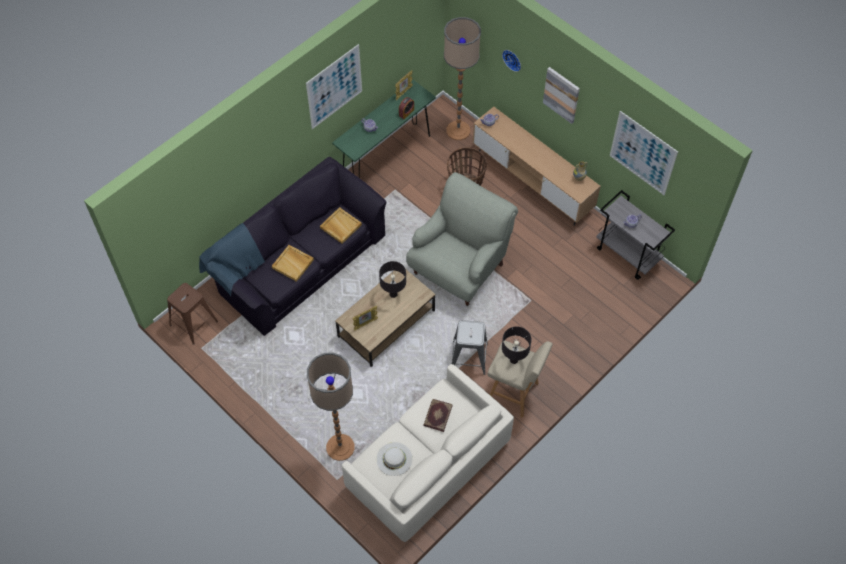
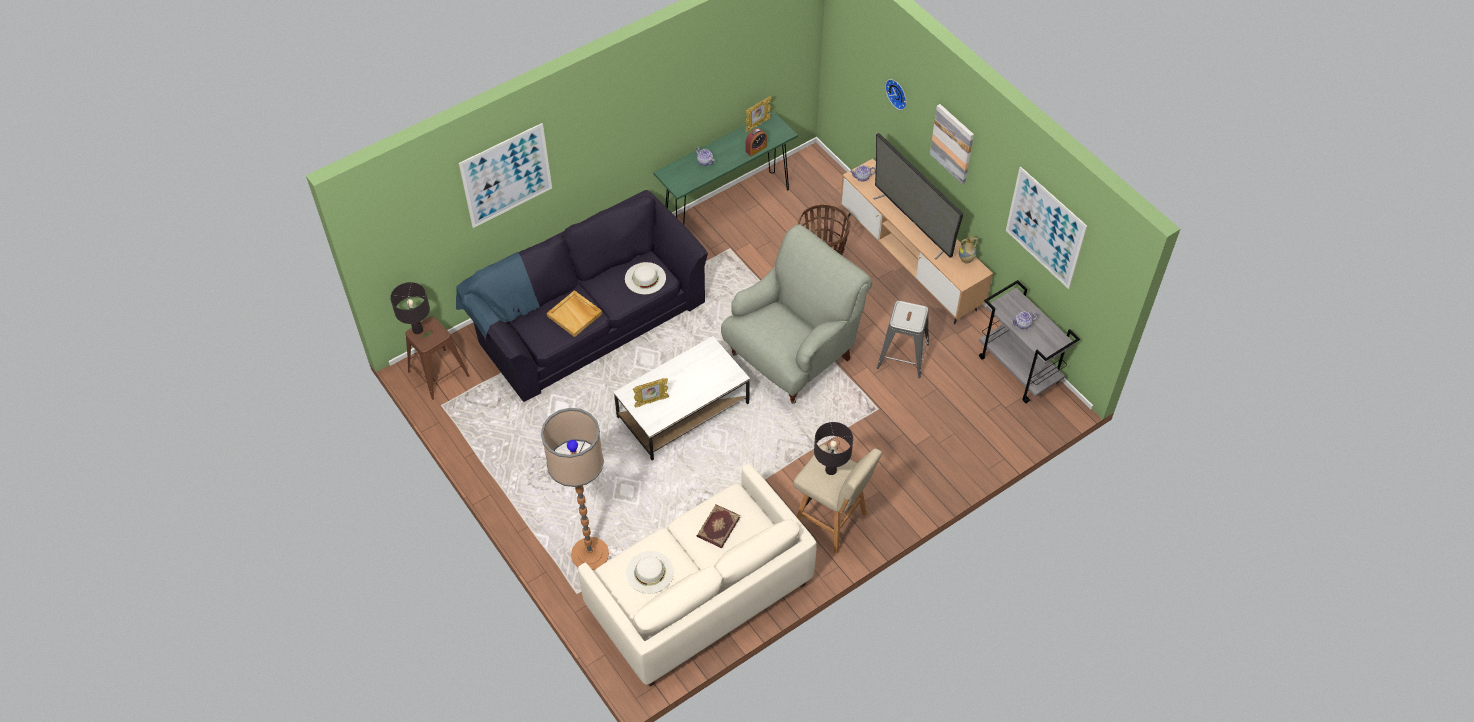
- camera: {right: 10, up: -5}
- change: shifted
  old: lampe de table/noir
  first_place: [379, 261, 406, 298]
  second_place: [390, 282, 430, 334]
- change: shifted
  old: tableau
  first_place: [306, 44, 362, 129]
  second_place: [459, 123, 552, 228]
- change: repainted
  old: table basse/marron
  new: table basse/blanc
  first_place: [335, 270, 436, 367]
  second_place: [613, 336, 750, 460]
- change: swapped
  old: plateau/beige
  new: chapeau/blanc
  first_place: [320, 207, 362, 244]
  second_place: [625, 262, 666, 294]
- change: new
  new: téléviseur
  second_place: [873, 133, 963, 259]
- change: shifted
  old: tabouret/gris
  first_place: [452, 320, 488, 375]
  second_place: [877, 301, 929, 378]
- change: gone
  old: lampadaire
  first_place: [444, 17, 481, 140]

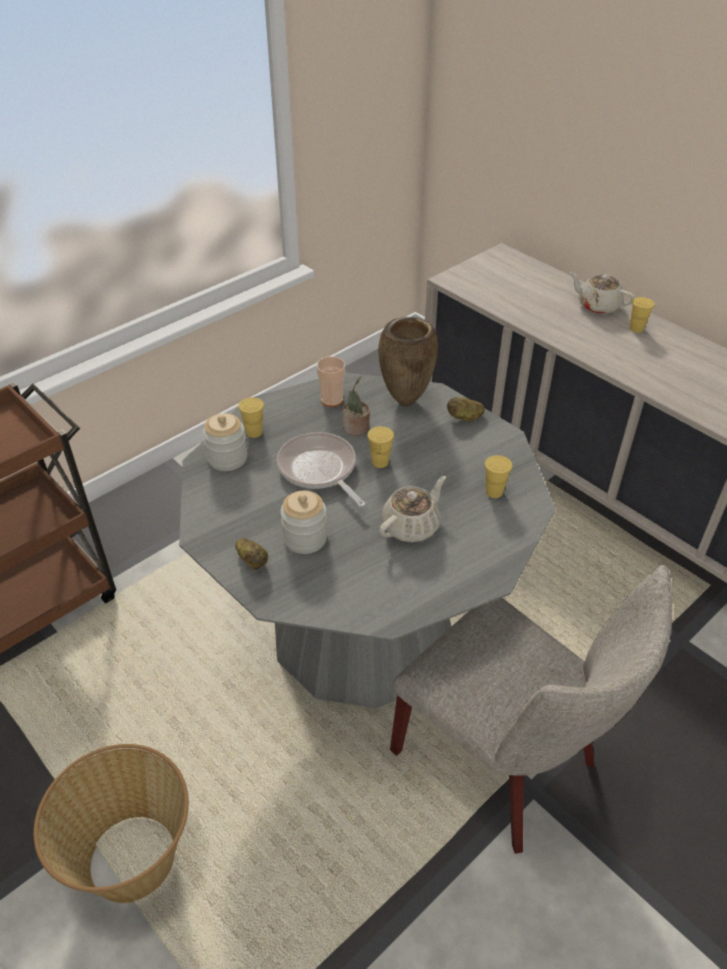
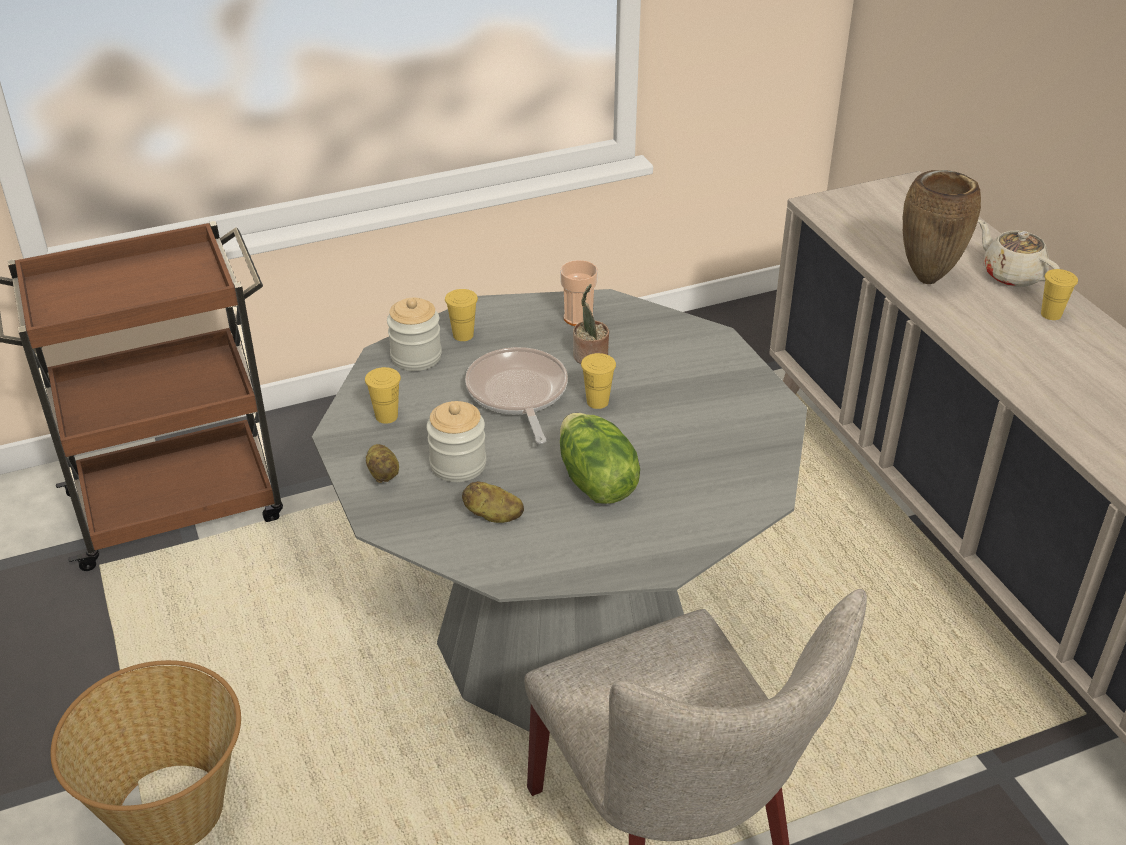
- camera: {right: 20, up: -5}
- change: shifted
  old: tasse/jaune
  first_place: [485, 455, 513, 498]
  second_place: [365, 367, 401, 424]
- change: shifted
  old: pomme de terre
  first_place: [447, 397, 485, 421]
  second_place: [462, 481, 524, 523]
- change: swapped
  old: théière/beige
  new: laitue
  first_place: [379, 476, 446, 542]
  second_place: [560, 413, 640, 504]
- change: shifted
  old: vase/marron
  first_place: [378, 317, 438, 406]
  second_place: [903, 170, 981, 284]

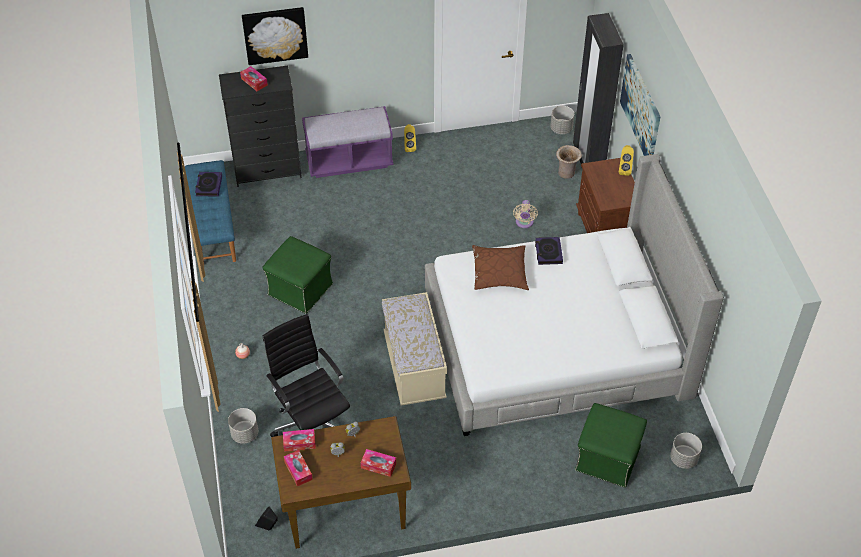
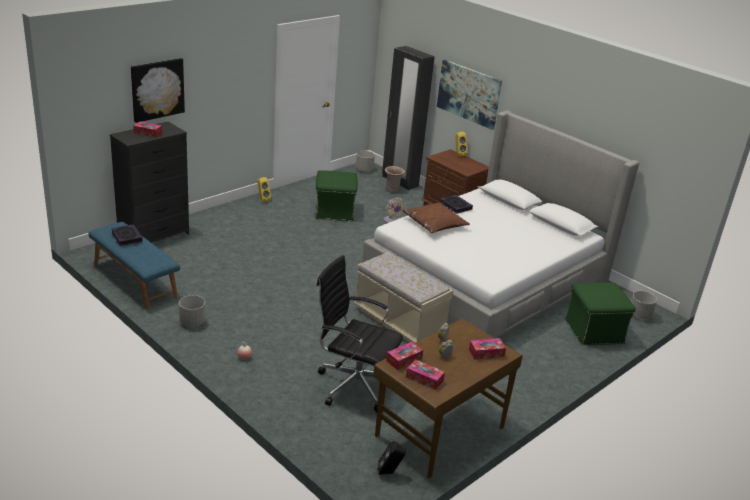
- camera: {right: -35, up: -20}
- change: shifted
  old: cache-pot/gris
  first_place: [228, 408, 258, 444]
  second_place: [179, 295, 206, 327]
- change: shifted
  old: pouf/vert
  first_place: [262, 236, 333, 314]
  second_place: [315, 170, 358, 222]
- change: gone
  old: banc/violet
  first_place: [302, 106, 394, 178]

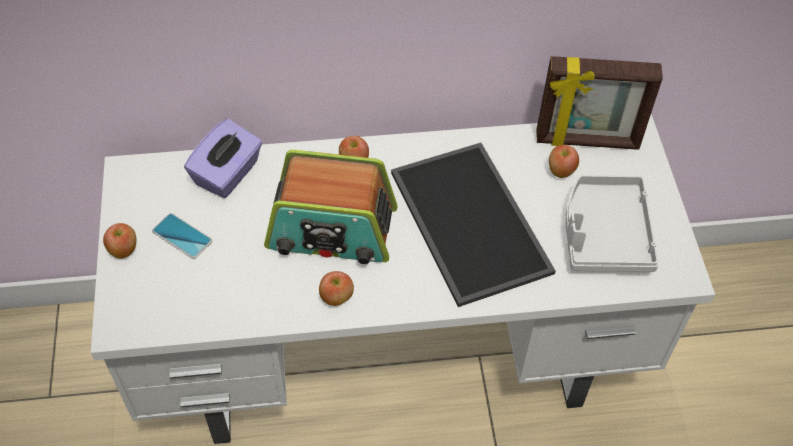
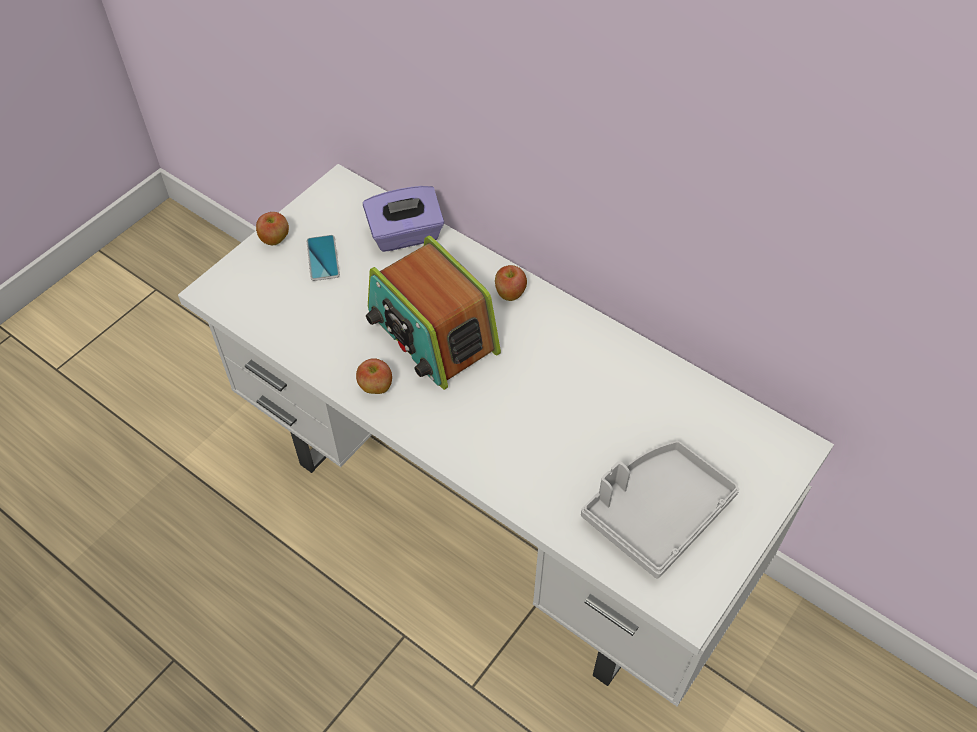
- camera: {right: 45, up: 0}
- change: gone
  old: plateau
  first_place: [391, 143, 555, 307]
- change: gone
  old: cadre photo
  first_place: [537, 56, 663, 150]
- change: gone
  old: pomme
  first_place: [549, 145, 579, 178]

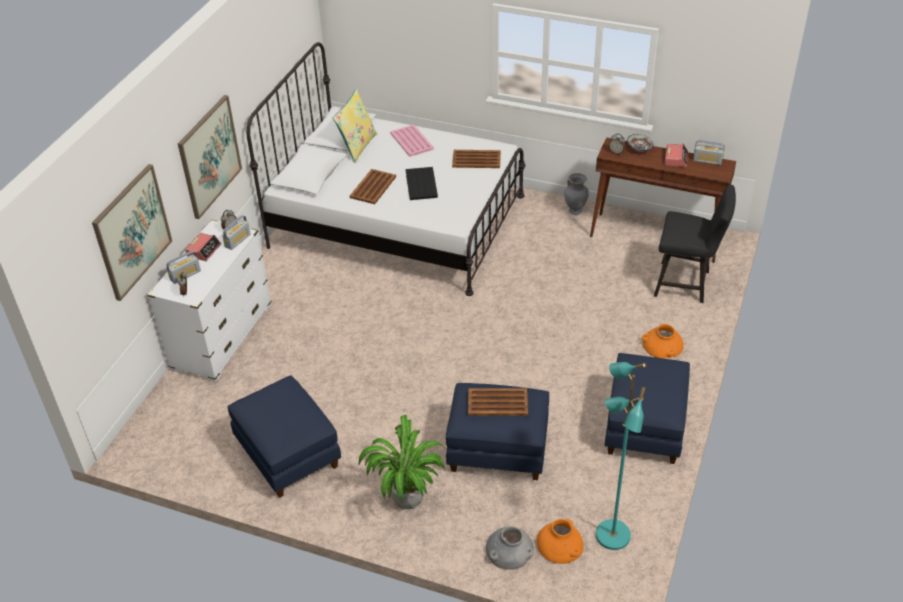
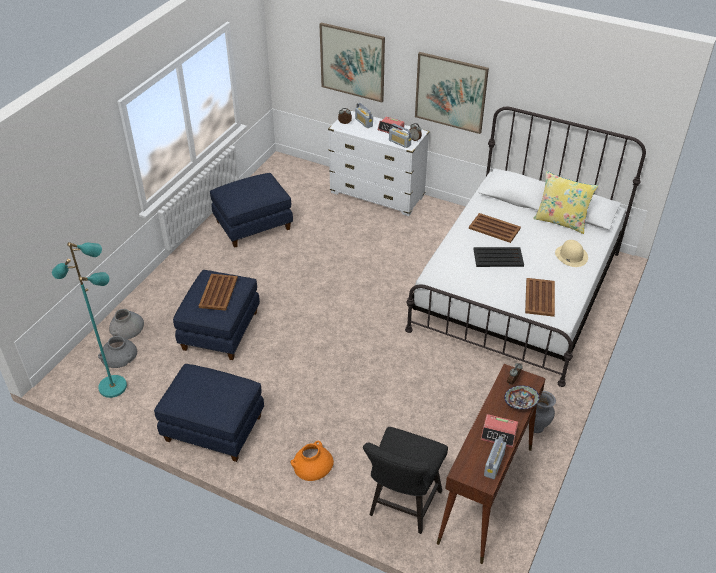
- camera: {right: 95, up: 0}
- change: repainted
  old: vase/orange
  new: vase/gris
  first_place: [537, 519, 584, 564]
  second_place: [98, 336, 137, 368]
- change: swapped
  old: plateau/rose
  new: chapeau/beige
  first_place: [390, 124, 434, 157]
  second_place: [555, 240, 588, 267]
- change: gone
  old: plante en pot
  first_place: [358, 415, 446, 509]

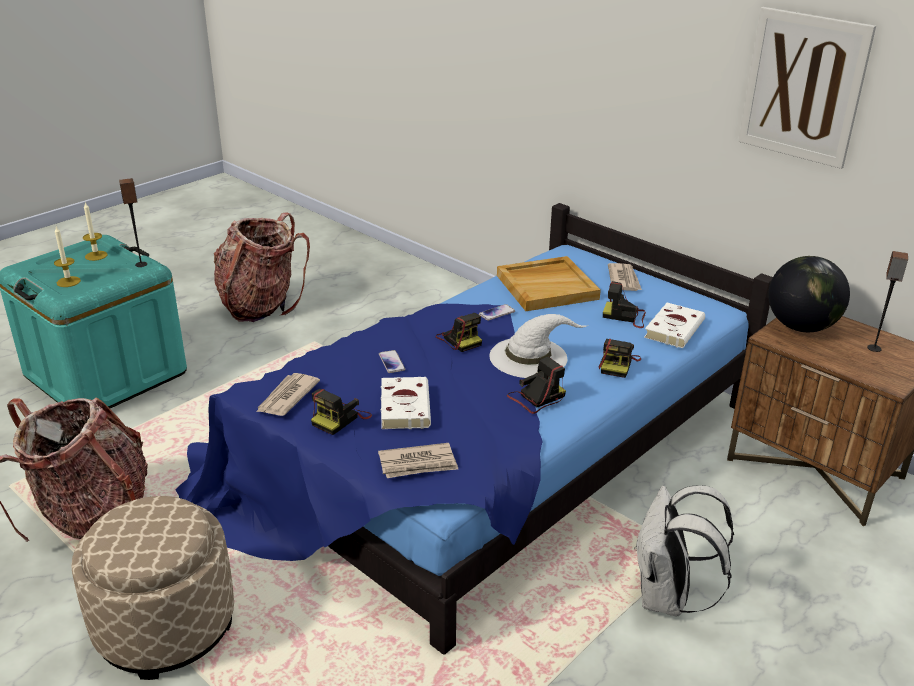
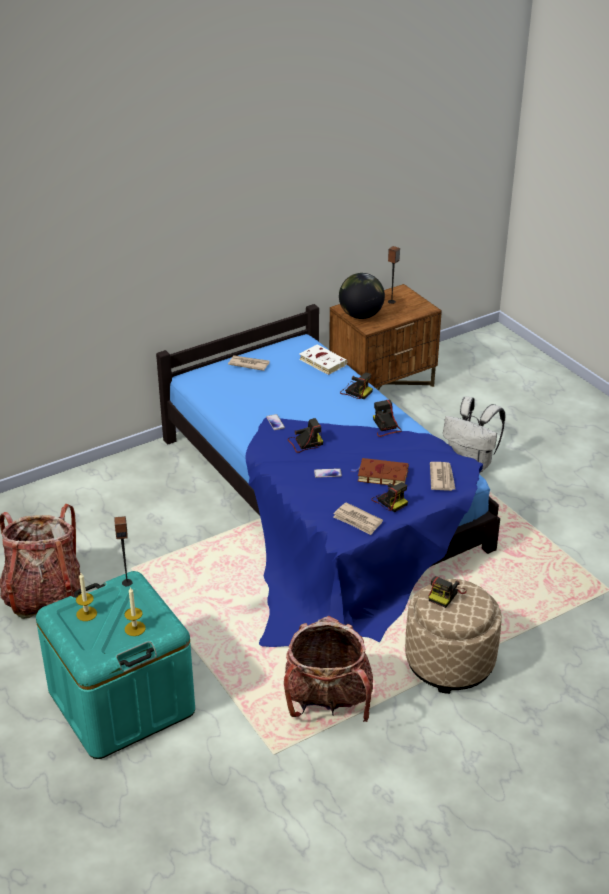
- camera: {right: -75, up: 5}
- change: repainted
  old: livre/blanc
  new: livre/marron
  first_place: [381, 377, 431, 429]
  second_place: [351, 458, 409, 486]
- change: shifted
  old: appareil photo
  first_place: [603, 281, 646, 328]
  second_place: [428, 576, 467, 608]
- change: gone
  old: chapeau/blanc
  first_place: [490, 314, 587, 378]
- change: gone
  old: plateau/beige
  first_place: [497, 256, 601, 311]
- change: gone
  old: tableau
  first_place: [738, 7, 876, 169]

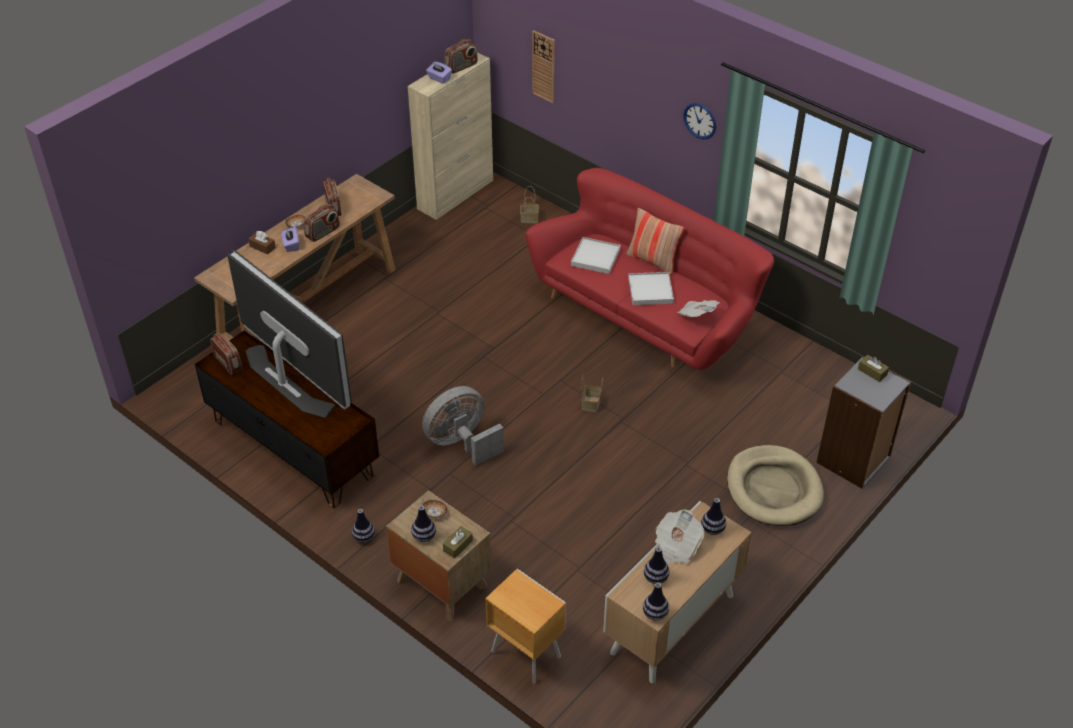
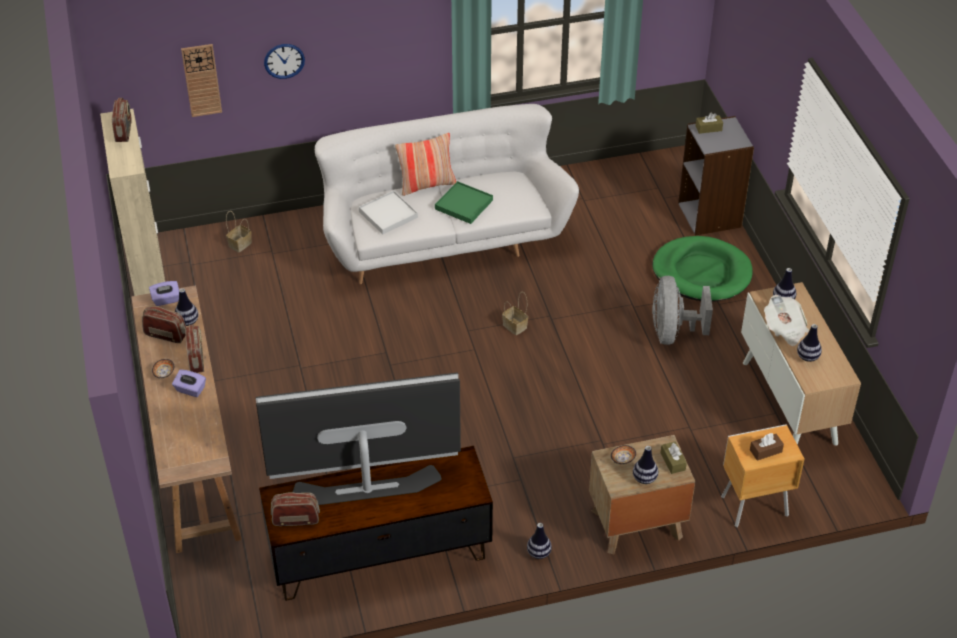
- camera: {right: -55, up: 0}
- change: shifted
  old: boîte à mouchoirs/violet
  first_place: [426, 62, 452, 84]
  second_place: [149, 281, 179, 306]
- change: shifted
  old: vase
  first_place: [643, 583, 669, 620]
  second_place: [175, 288, 198, 326]
- change: shifted
  old: horloge murale
  first_place: [683, 103, 716, 139]
  second_place: [264, 44, 305, 79]
- change: repainted
  old: canapé/rouge
  new: canapé/blanc
  first_place: [526, 168, 774, 370]
  second_place: [315, 104, 579, 284]
- change: repainted
  old: plateau/blanc
  new: plateau/vert
  first_place: [628, 272, 674, 305]
  second_place: [435, 181, 493, 224]
- change: repainted
  old: panier pour chien/beige
  new: panier pour chien/vert
  first_place: [727, 445, 824, 526]
  second_place: [652, 236, 753, 302]
- change: shifted
  old: ventilateur/gris
  first_place: [422, 386, 504, 466]
  second_place: [652, 276, 713, 345]
- change: shifted
  old: boîte à mouchoirs/marron
  first_place: [248, 231, 276, 255]
  second_place: [750, 433, 784, 461]
- change: gone
  old: journal
  first_place: [677, 300, 720, 317]

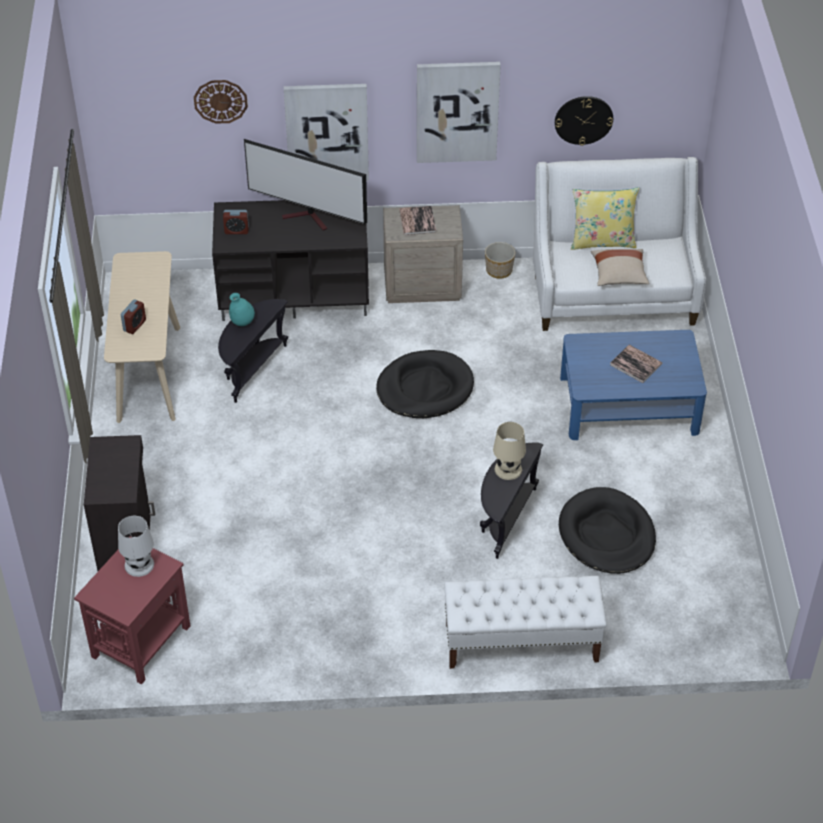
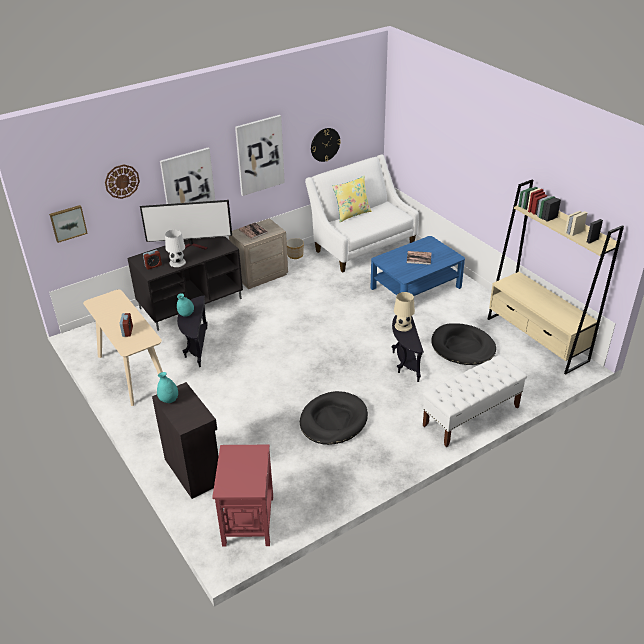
- camera: {right: -30, up: -10}
- change: new
  new: tableau
  second_place: [49, 205, 88, 243]
- change: new
  new: vase/turquoise
  second_place: [157, 372, 178, 403]
- change: shifted
  old: lampe de table/blanc
  first_place: [118, 516, 154, 577]
  second_place: [165, 230, 186, 267]
- change: shifted
  old: panier pour chien/noir
  first_place: [376, 350, 474, 418]
  second_place: [300, 391, 368, 445]
- change: new
  new: bibliothèque/beige
  second_place: [488, 180, 624, 375]
- change: gone
  old: coussin/beige
  first_place: [591, 249, 649, 286]

